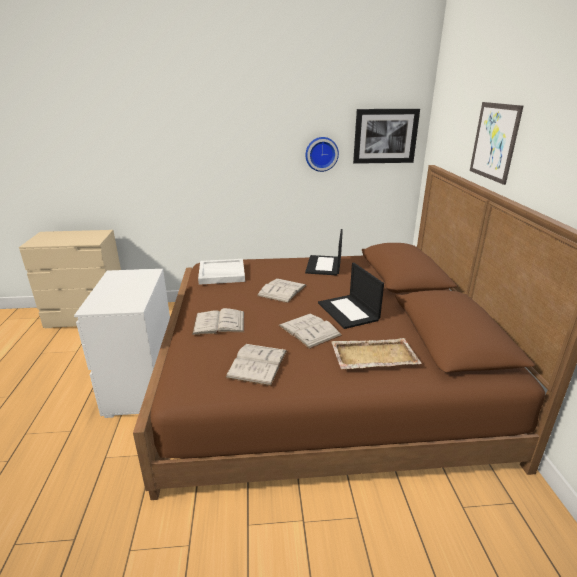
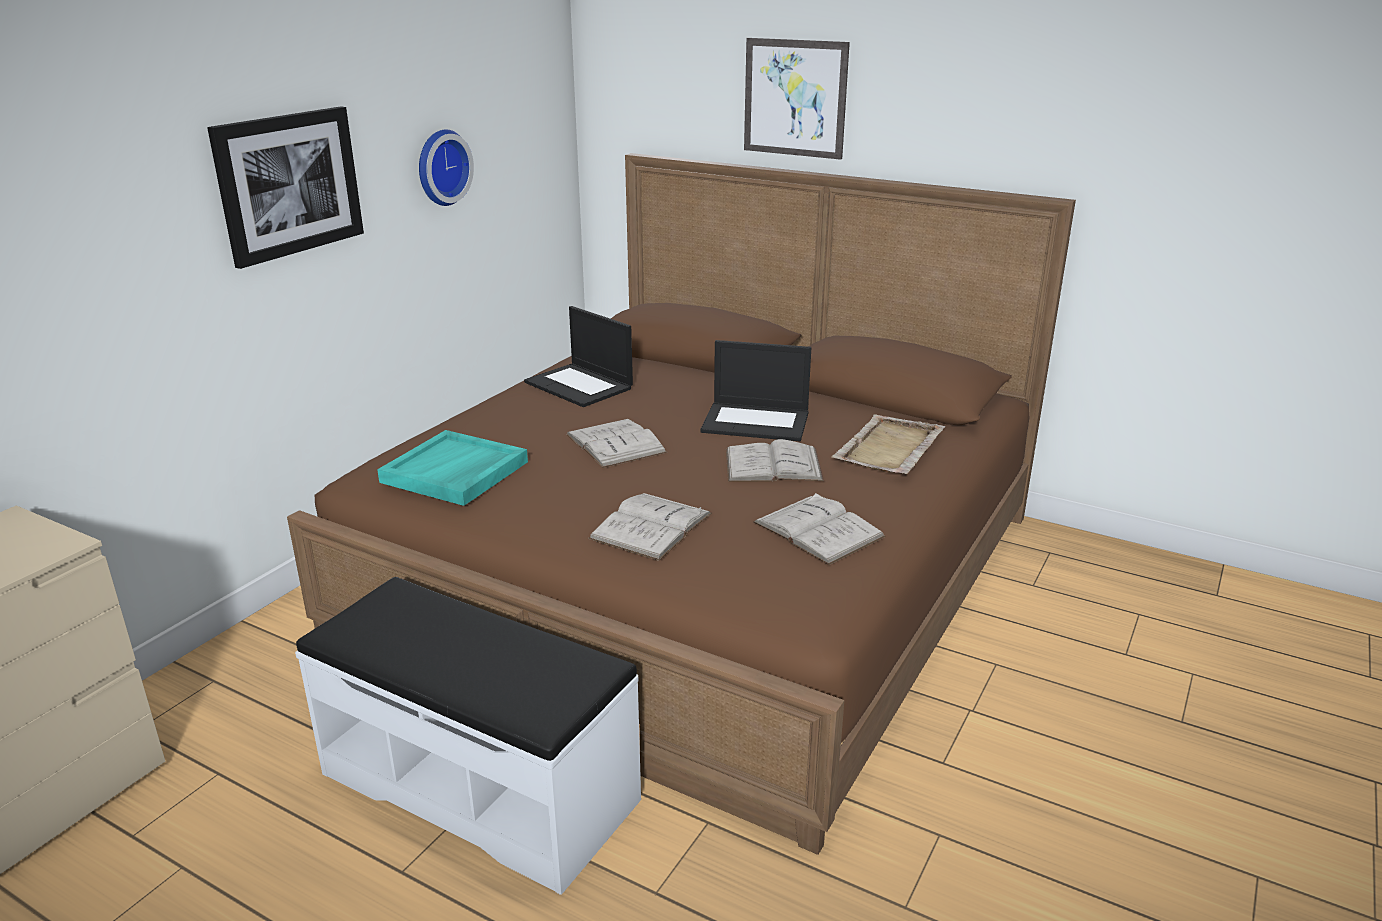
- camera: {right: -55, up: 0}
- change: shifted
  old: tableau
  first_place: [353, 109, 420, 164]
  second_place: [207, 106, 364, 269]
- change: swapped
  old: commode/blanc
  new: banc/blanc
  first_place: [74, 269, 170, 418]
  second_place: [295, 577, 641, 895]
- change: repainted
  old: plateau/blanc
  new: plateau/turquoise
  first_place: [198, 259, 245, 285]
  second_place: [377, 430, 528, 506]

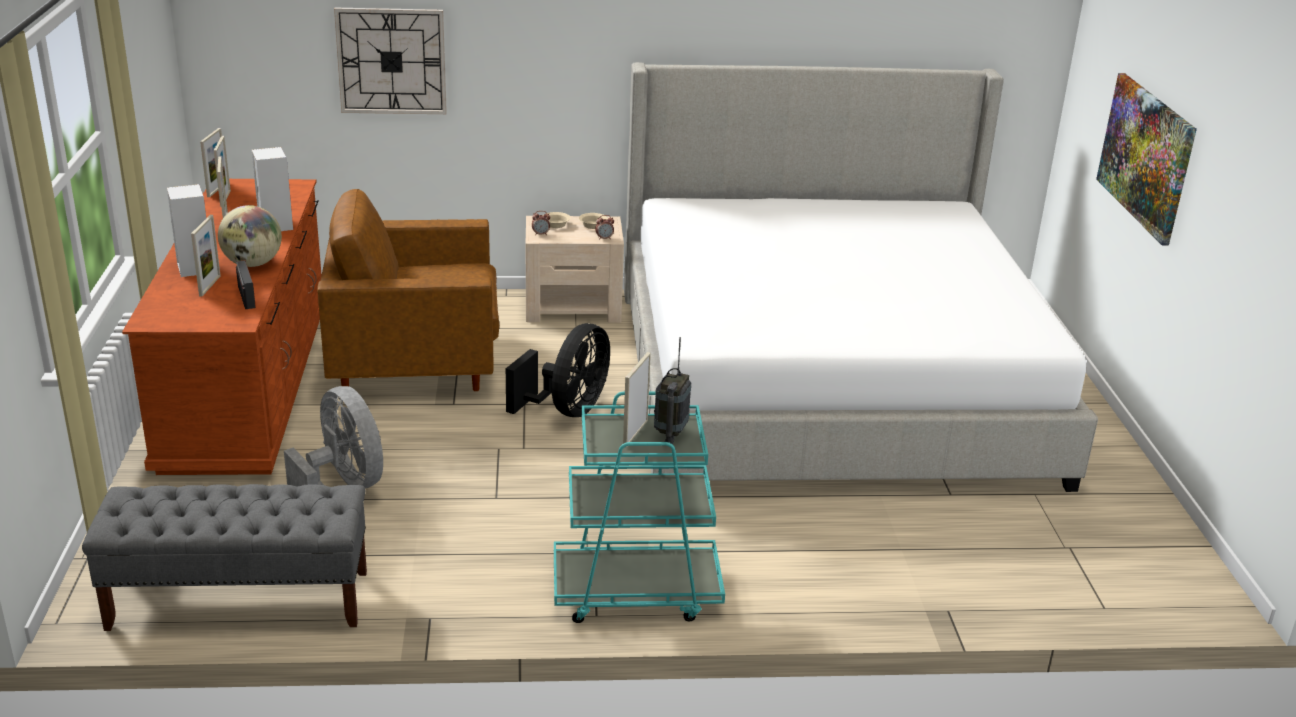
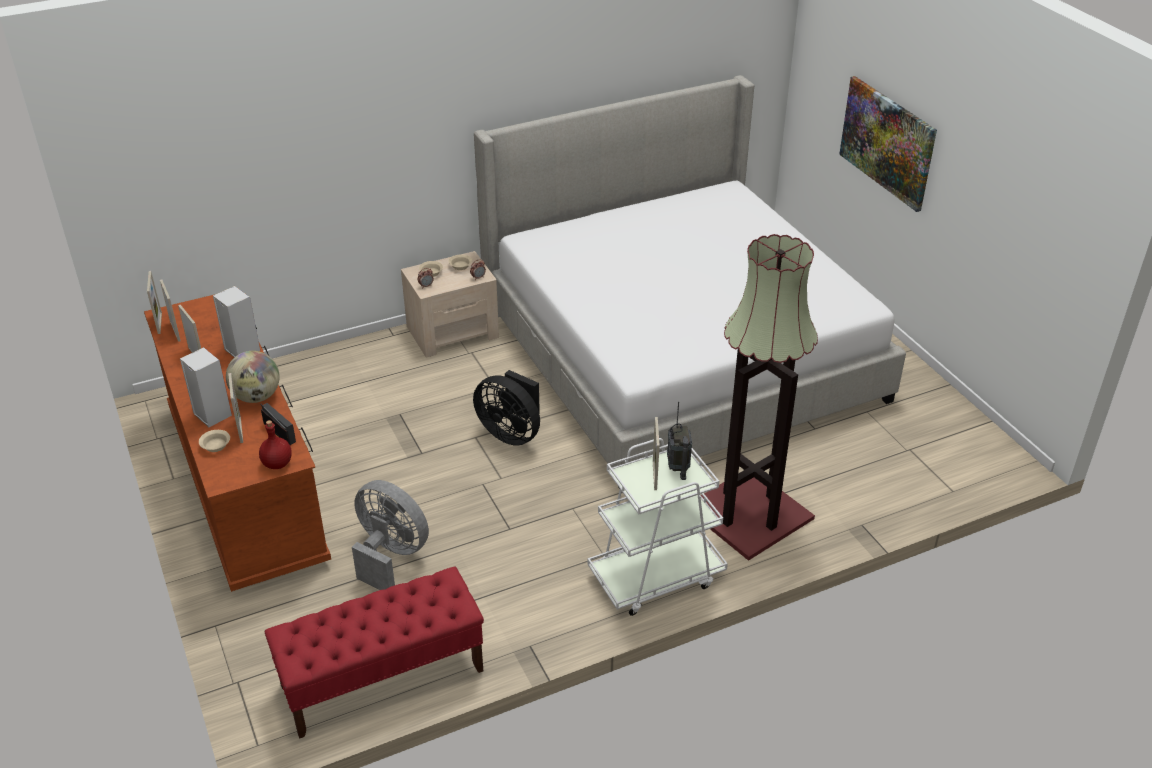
- camera: {right: -20, up: 10}
- change: new
  new: bol/beige
  second_place: [199, 430, 230, 452]
- change: new
  new: bouteille/rouge
  second_place: [259, 420, 292, 469]
- change: repainted
  old: banc/gris
  new: banc/rouge
  first_place: [82, 484, 367, 631]
  second_place: [265, 566, 484, 739]
- change: rotated
  old: ventilateur/noir
  first_place: [506, 323, 610, 417]
  second_place: [473, 370, 540, 446]
  degrees: 120
- change: repainted
  old: chariot/turquoise
  new: chariot/blanc
  first_place: [554, 392, 725, 623]
  second_place: [588, 438, 728, 616]
- change: new
  new: lampadaire
  second_place: [701, 234, 818, 561]
- change: gone
  old: fauteuil/marron
  first_place: [317, 189, 499, 391]
- change: gone
  old: horloge murale
  first_place: [334, 8, 447, 114]

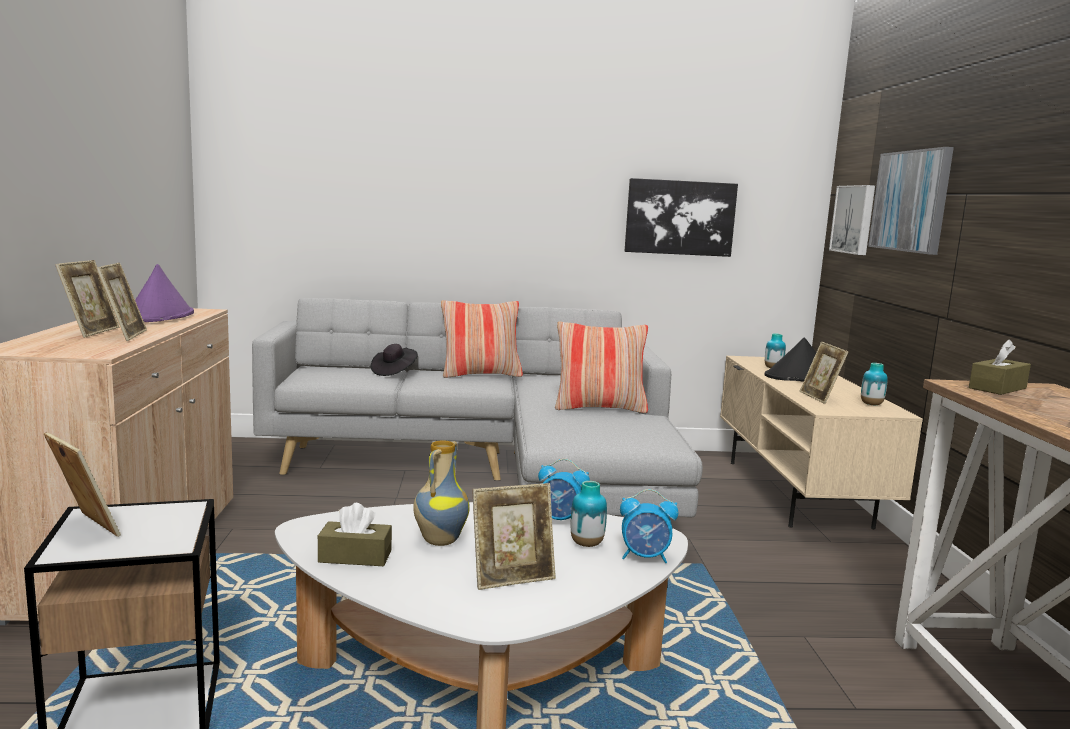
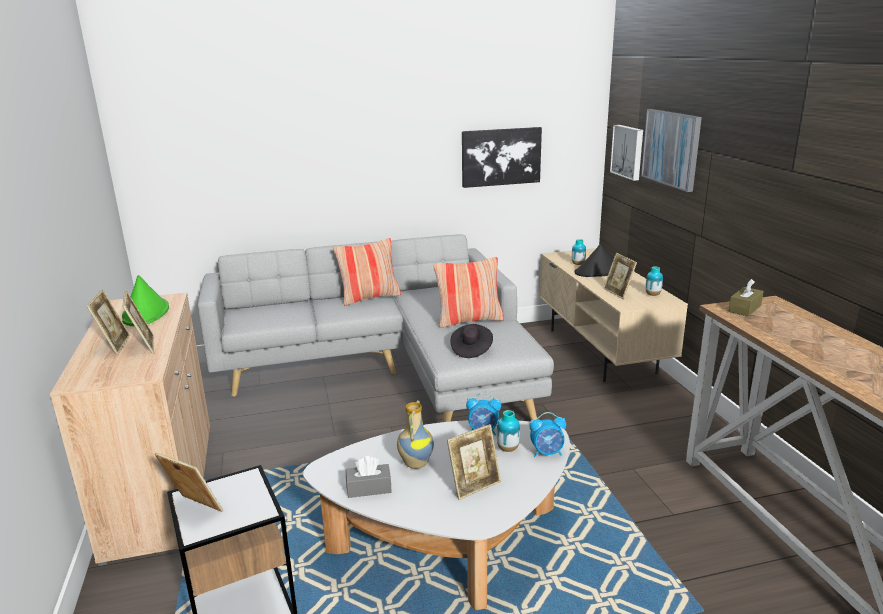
- camera: {right: -10, up: 10}
- change: repainted
  old: chapeau/violet
  new: chapeau/vert
  first_place: [135, 264, 194, 322]
  second_place: [122, 275, 169, 326]
- change: repainted
  old: boîte à mouchoirs/marron
  new: boîte à mouchoirs/gris
  first_place: [318, 503, 392, 566]
  second_place: [346, 456, 392, 498]
- change: shifted
  old: chapeau/noir
  first_place: [371, 344, 418, 376]
  second_place: [450, 324, 493, 358]

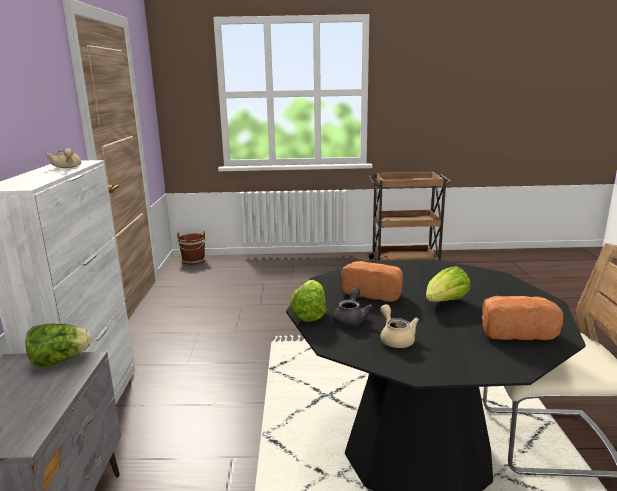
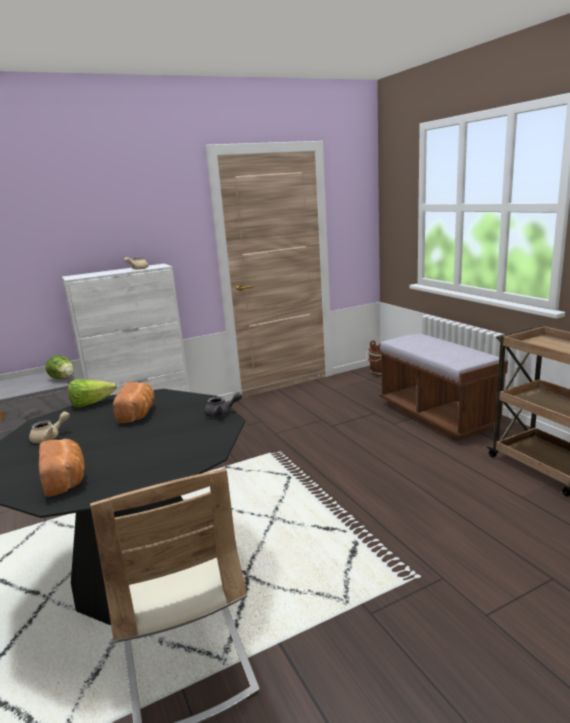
- camera: {right: 65, up: 0}
- change: shifted
  old: théière/gris
  first_place: [333, 287, 373, 326]
  second_place: [204, 392, 242, 417]
- change: new
  new: banc/marron
  second_place: [379, 334, 508, 441]
- change: gone
  old: laitue
  first_place: [426, 266, 471, 302]

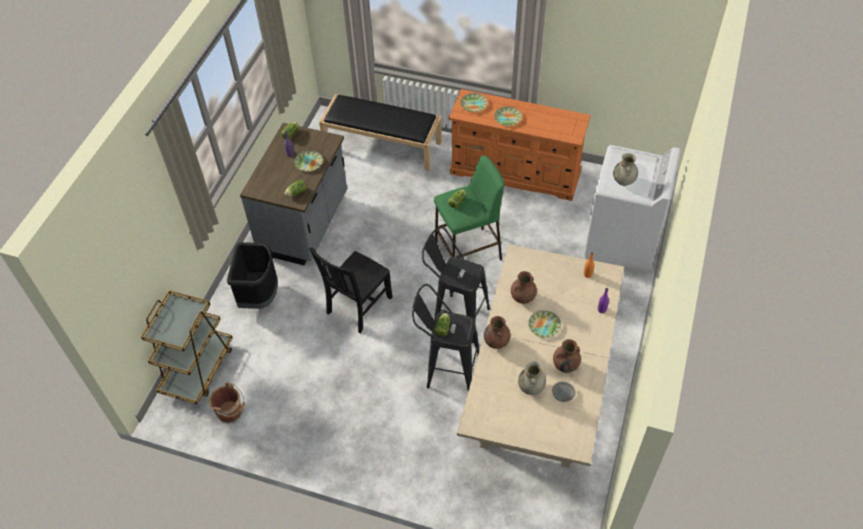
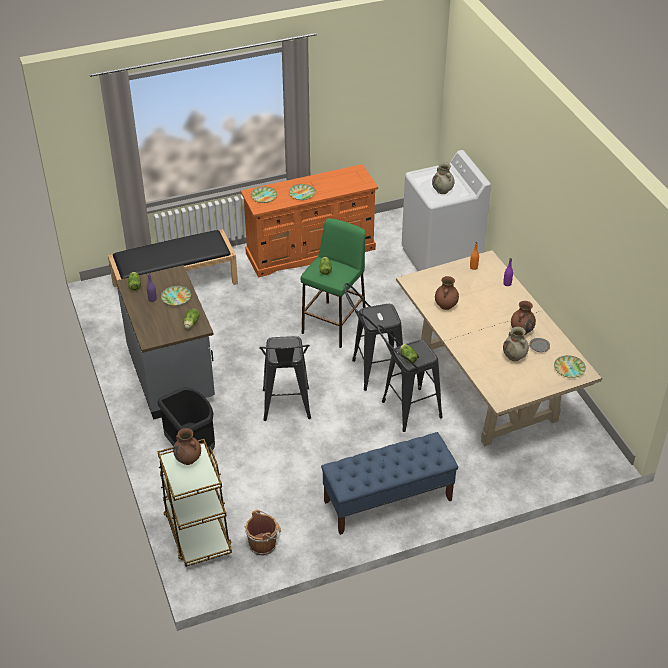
- camera: {right: -40, up: -10}
- change: shifted
  old: vase/marron
  first_place: [484, 316, 511, 349]
  second_place: [173, 428, 201, 465]
- change: swapped
  old: chaise/noir
  new: tabouret/noir
  first_place: [309, 247, 393, 333]
  second_place: [259, 336, 311, 421]
- change: new
  new: banc/bleu
  second_place: [321, 432, 458, 535]
- change: shifted
  old: assiette
  first_place: [528, 310, 561, 338]
  second_place: [554, 355, 586, 378]

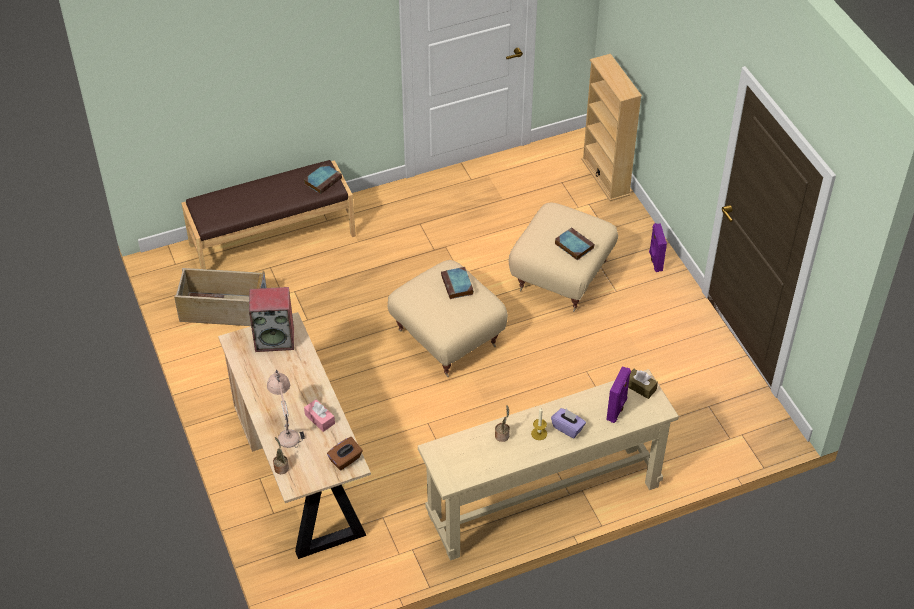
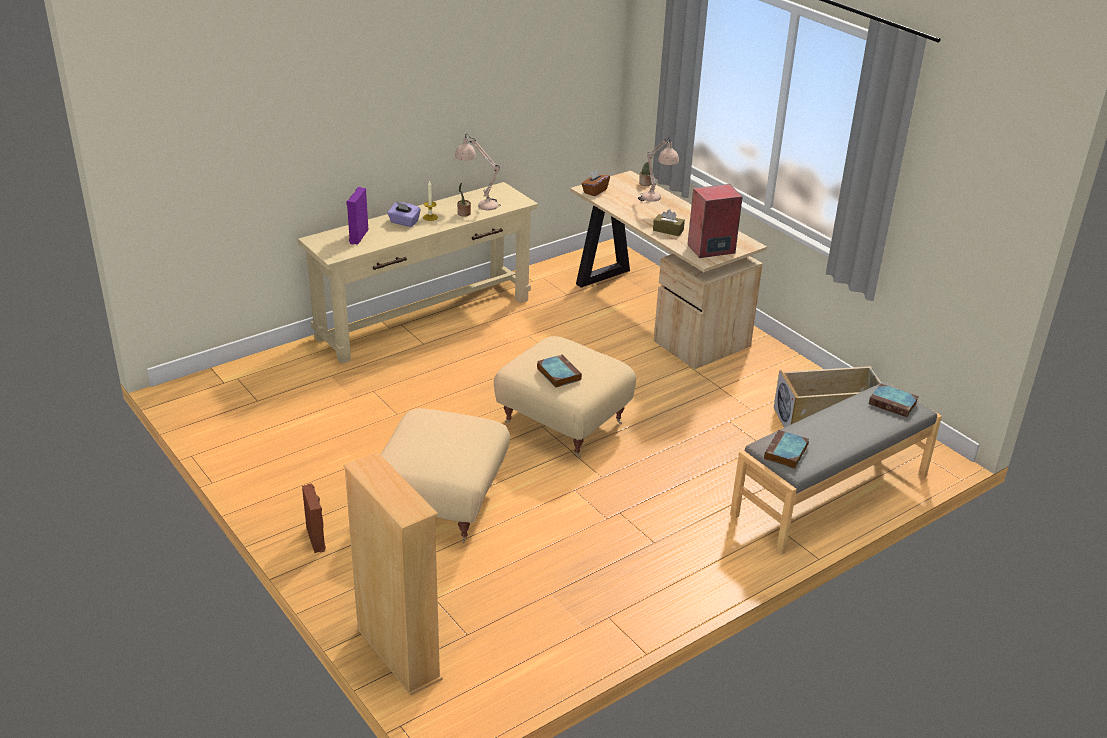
- camera: {right: 165, up: -15}
- change: repainted
  old: enceinte/violet
  new: enceinte/marron
  first_place: [649, 223, 667, 272]
  second_place: [302, 483, 326, 553]
- change: new
  new: lampe de table/beige
  second_place: [455, 134, 501, 210]
- change: shifted
  old: boîte à mouchoirs/marron
  first_place: [628, 369, 658, 399]
  second_place: [653, 209, 685, 236]
- change: repainted
  old: banc/marron
  new: banc/gris
  first_place: [181, 160, 356, 269]
  second_place: [730, 382, 942, 555]
- change: shifted
  old: livre
  first_place: [555, 227, 595, 260]
  second_place: [869, 383, 919, 417]
- change: gone
  old: boîte à mouchoirs/rose
  first_place: [304, 399, 335, 432]

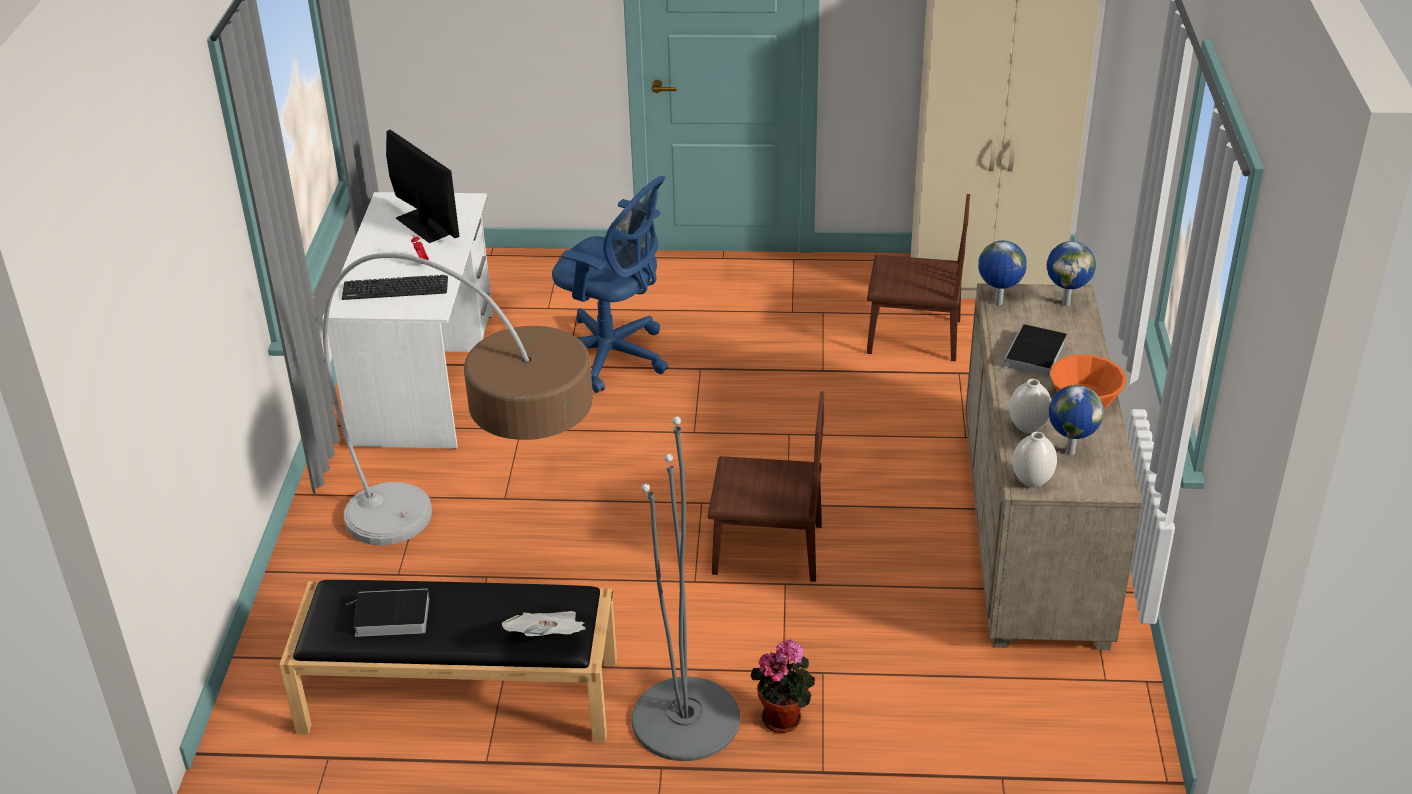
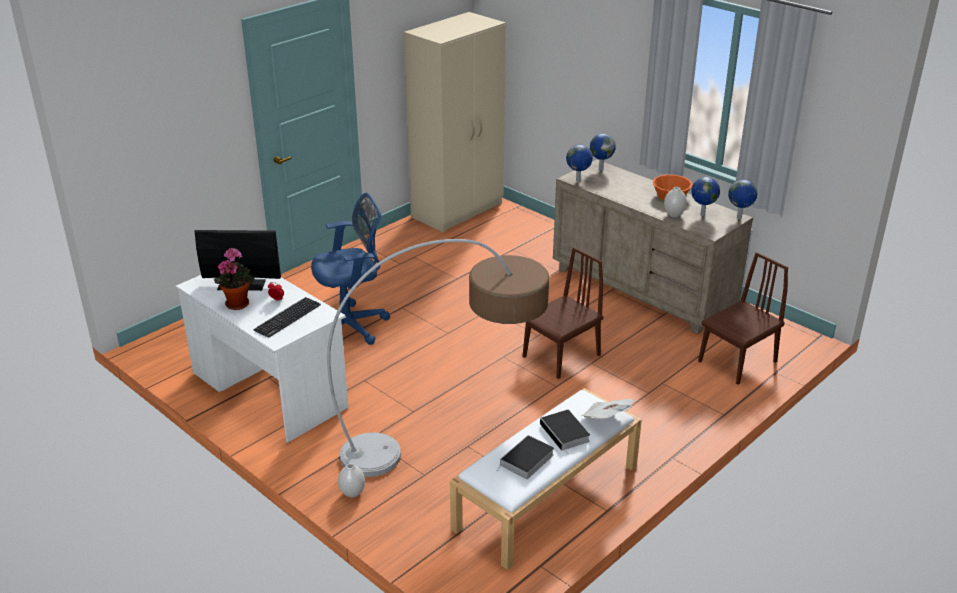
- camera: {right: -50, up: -5}
- change: shifted
  old: plante en pot
  first_place: [751, 639, 815, 733]
  second_place: [214, 248, 255, 310]
- change: shifted
  old: vase/blanc
  first_place: [1013, 432, 1057, 487]
  second_place: [338, 463, 365, 497]
- change: repainted
  old: banc/noir
  new: banc/blanc
  first_place: [279, 580, 617, 743]
  second_place: [450, 388, 642, 570]
- change: shifted
  old: livre
  first_place: [1003, 324, 1067, 378]
  second_place: [540, 410, 590, 455]
- change: shifted
  old: chaise/marron
  first_place: [867, 194, 970, 361]
  second_place: [698, 252, 788, 385]
- change: new
  new: globe
  second_place: [728, 179, 757, 219]
- change: gone
  old: lampadaire/gris
  first_place: [632, 416, 740, 761]

